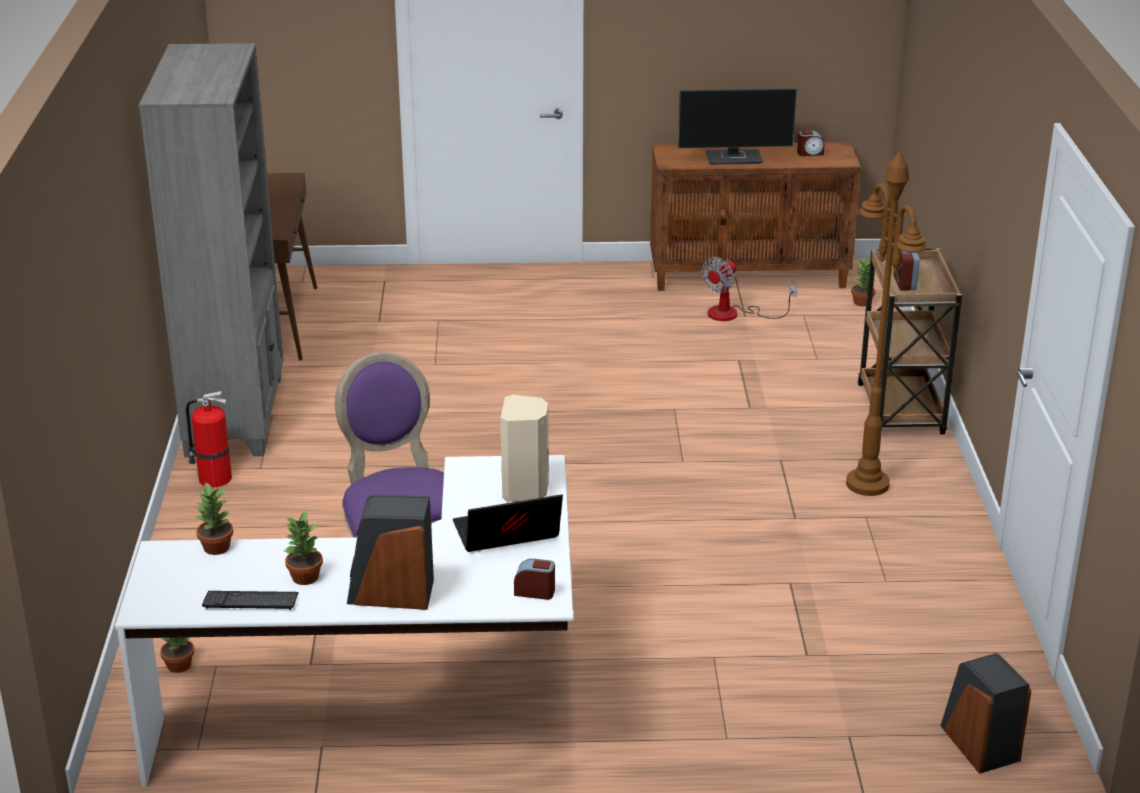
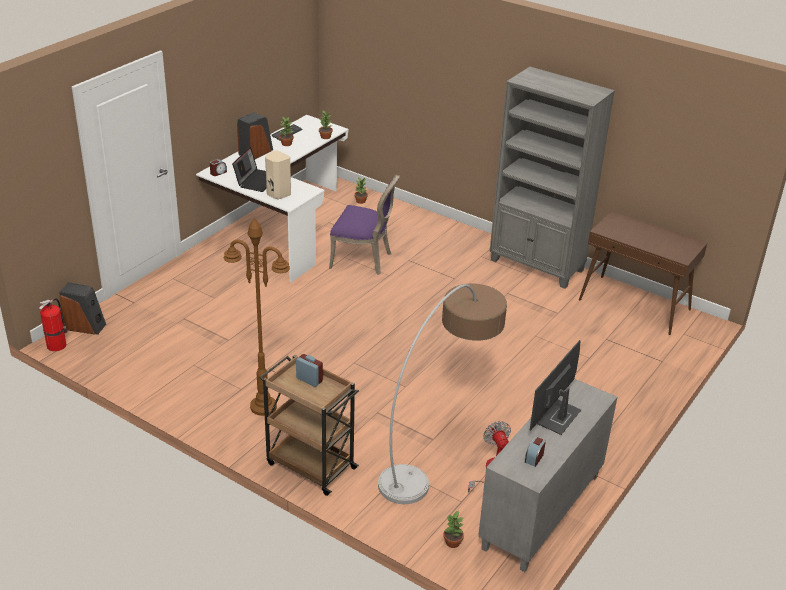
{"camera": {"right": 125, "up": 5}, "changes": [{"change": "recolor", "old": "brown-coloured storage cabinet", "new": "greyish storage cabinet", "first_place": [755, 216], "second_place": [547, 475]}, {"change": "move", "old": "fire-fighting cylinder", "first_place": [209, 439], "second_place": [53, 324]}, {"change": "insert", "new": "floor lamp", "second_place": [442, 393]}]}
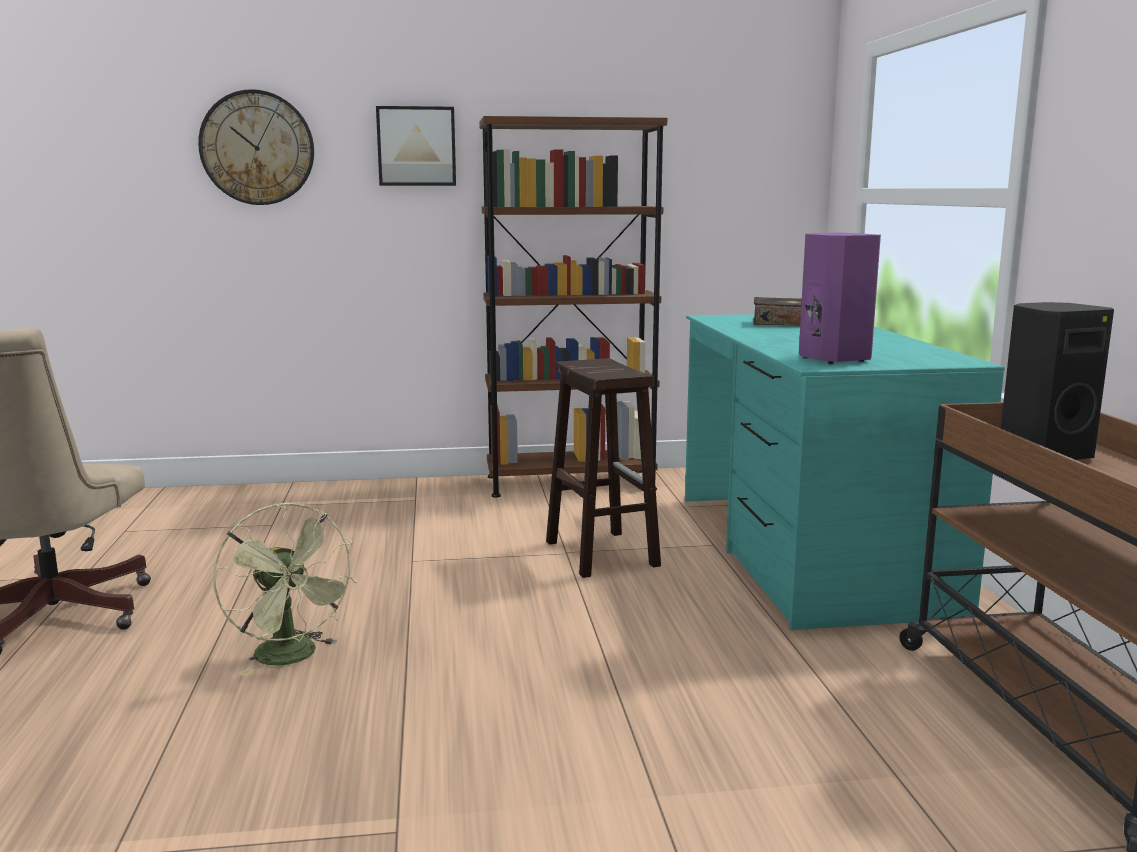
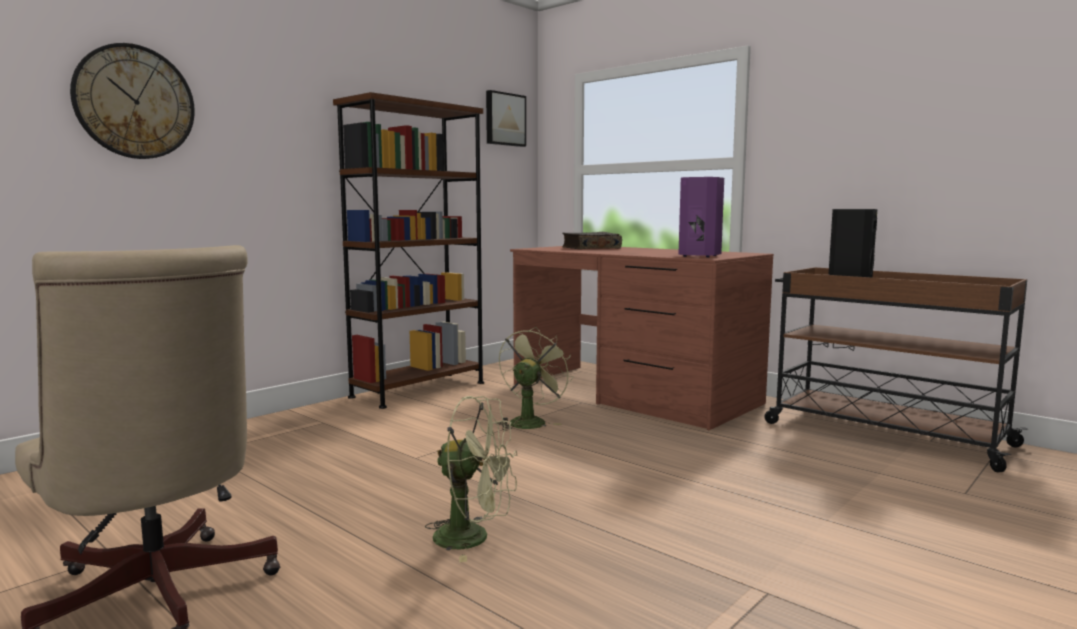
{"camera": {"right": -40, "up": -5}, "changes": [{"change": "move", "old": "wall picture", "first_place": [416, 146], "second_place": [506, 118]}, {"change": "recolor", "old": "turquoise-coloured desk table", "new": "brown-coloured desk table", "first_place": [845, 472], "second_place": [642, 338]}, {"change": "replace", "old": "brown-coloured sitting stool", "new": "green electric fan", "first_place": [603, 468], "second_place": [535, 378]}]}
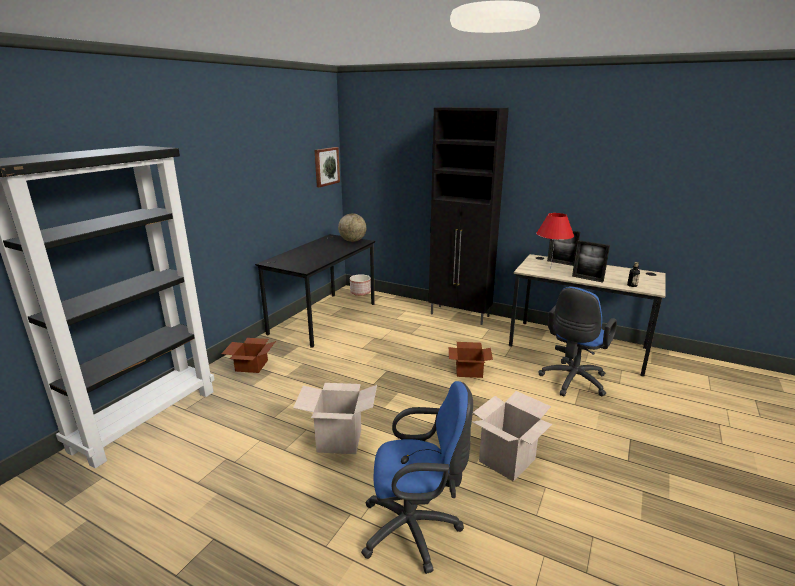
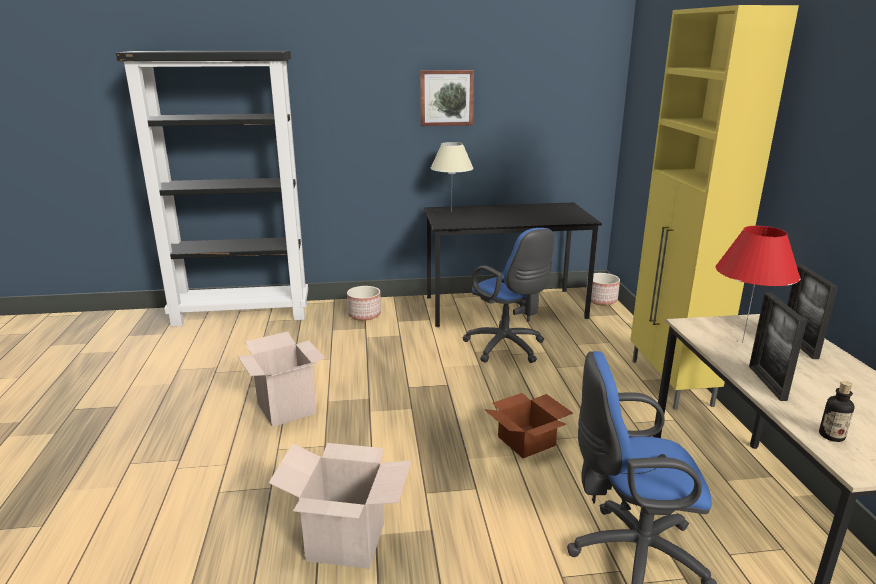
{"camera": {"right": 55, "up": 0}, "changes": [{"change": "recolor", "old": "black storage cabinet", "new": "yellowish storage cabinet", "first_place": [469, 216], "second_place": [714, 207]}, {"change": "move", "old": "wall picture", "first_place": [327, 167], "second_place": [447, 98]}, {"change": "delete", "old": "world globe", "first_place": [352, 227]}, {"change": "replace", "old": "carton", "new": "planter", "first_place": [248, 355], "second_place": [364, 303]}, {"change": "move", "old": "bluish office chair", "first_place": [417, 477], "second_place": [508, 295]}, {"change": "insert", "new": "beige tabletop lamp", "second_place": [452, 176]}]}
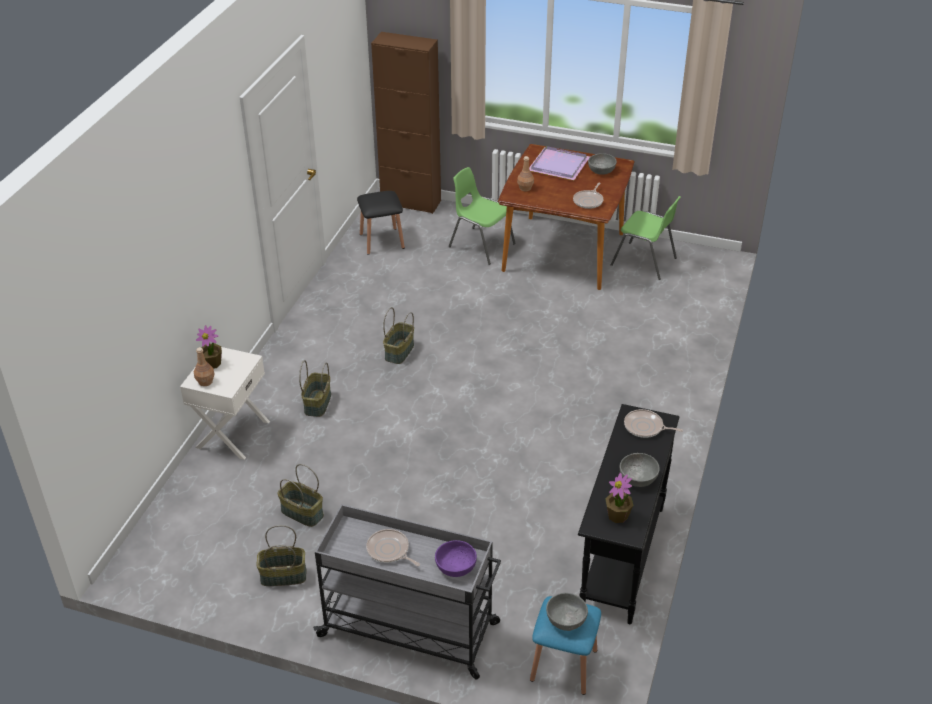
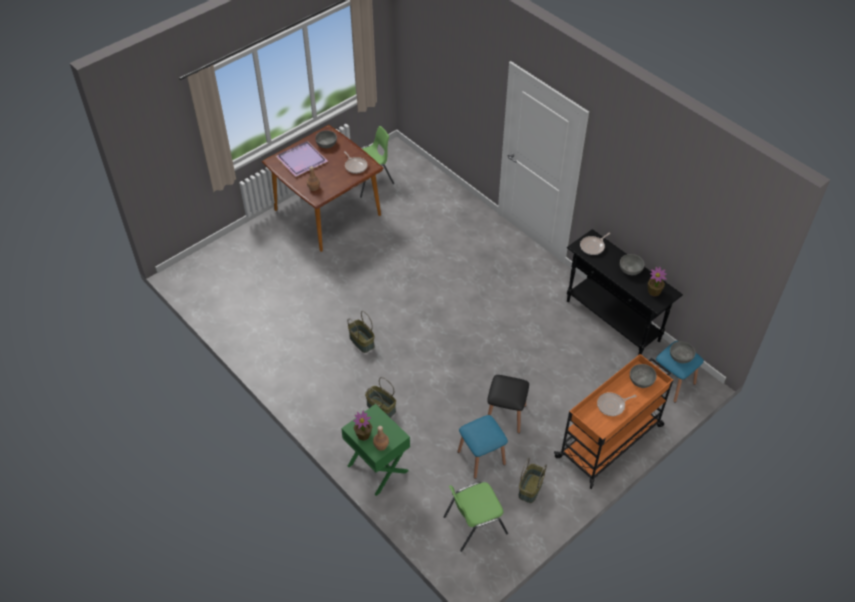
{"camera": {"right": -60, "up": 10}, "changes": [{"change": "delete", "old": "brown-coloured storage cabinet", "first_place": [406, 123]}, {"change": "move", "old": "green chair", "first_place": [482, 216], "second_place": [476, 517]}, {"change": "move", "old": "black sitting stool", "first_place": [381, 223], "second_place": [508, 404]}, {"change": "recolor", "old": "white nightstand", "new": "green nightstand", "first_place": [225, 403], "second_place": [375, 450]}, {"change": "replace", "old": "storage basket", "new": "bluish sitting stool", "first_place": [300, 495], "second_place": [482, 447]}, {"change": "recolor", "old": "greyish wheeled cart", "new": "orange wheeled cart", "first_place": [407, 592], "second_place": [613, 421]}, {"change": "recolor", "old": "purple deep dish", "new": "greyish deep dish", "first_place": [456, 558], "second_place": [643, 376]}]}
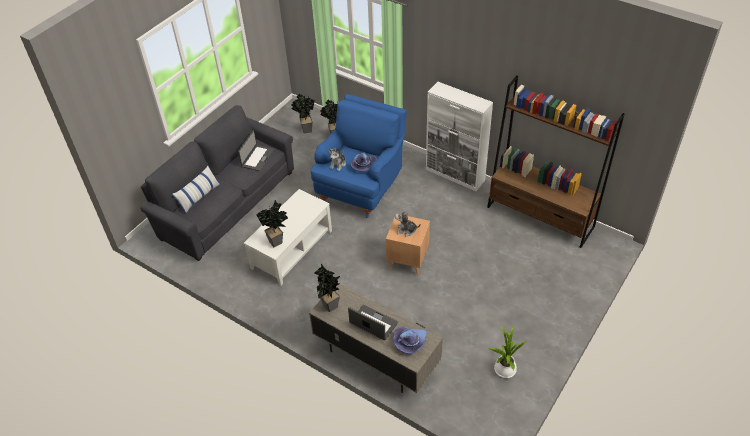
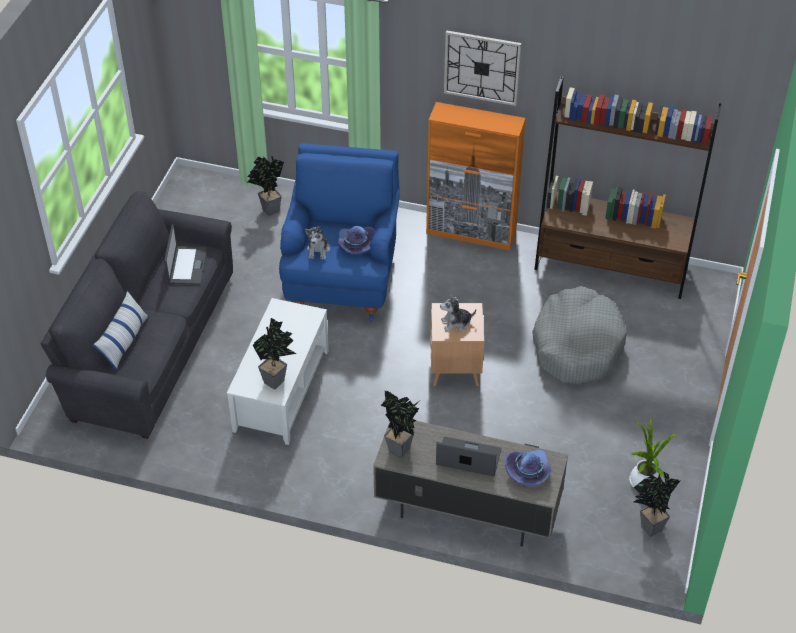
{"camera": {"right": -20, "up": 0}, "changes": [{"change": "recolor", "old": "white storage cabinet", "new": "orange storage cabinet", "first_place": [459, 136], "second_place": [476, 176]}, {"change": "move", "old": "potted plant", "first_place": [303, 113], "second_place": [657, 504]}, {"change": "insert", "new": "wall clock", "second_place": [482, 68]}, {"change": "insert", "new": "greyish dog cushion", "second_place": [579, 335]}]}
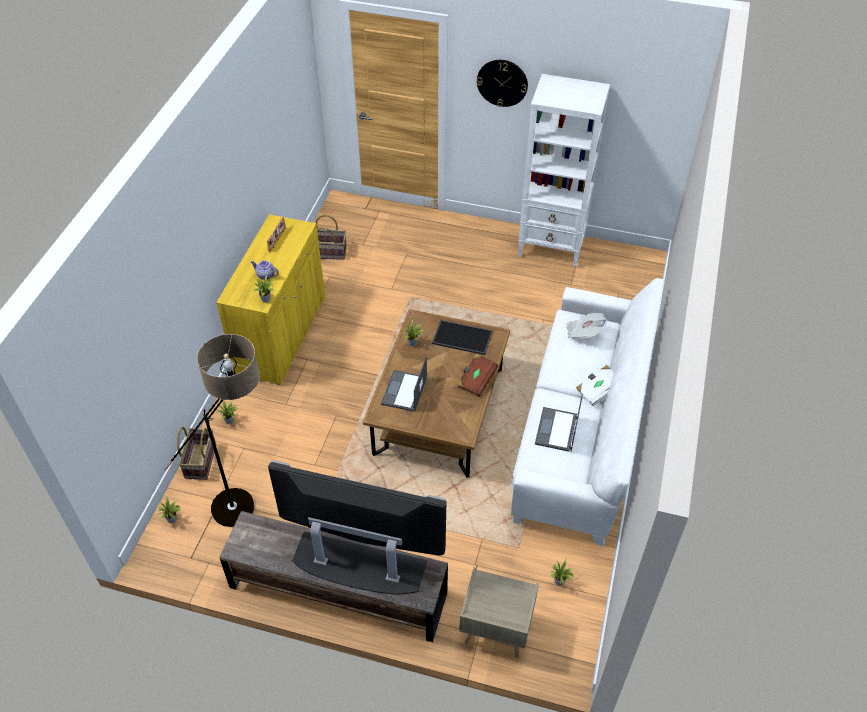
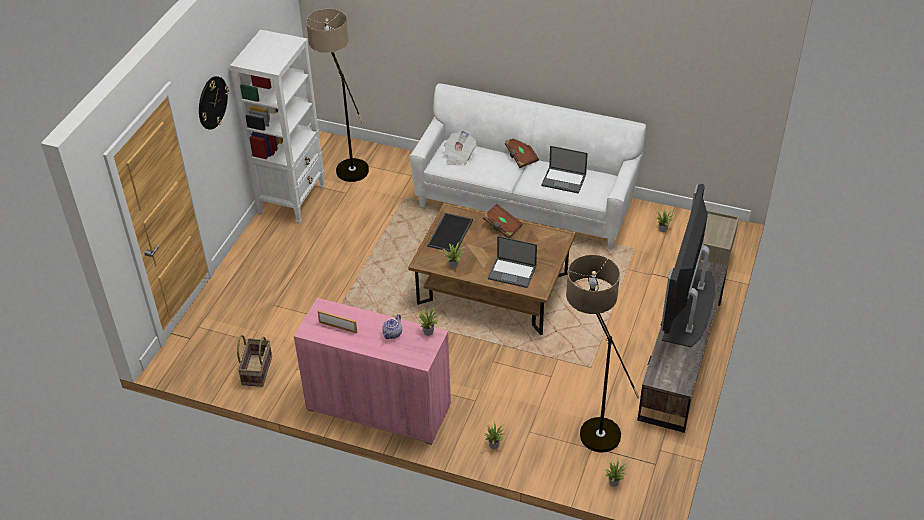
{"camera": {"right": -85, "up": -5}, "changes": [{"change": "recolor", "old": "yellowish storage cabinet", "new": "pink storage cabinet", "first_place": [270, 299], "second_place": [372, 371]}, {"change": "recolor", "old": "white volume", "new": "brown-coloured volume", "first_place": [595, 385], "second_place": [522, 153]}, {"change": "delete", "old": "storage basket", "first_place": [196, 453]}, {"change": "insert", "new": "floor lamp", "second_place": [337, 95]}]}
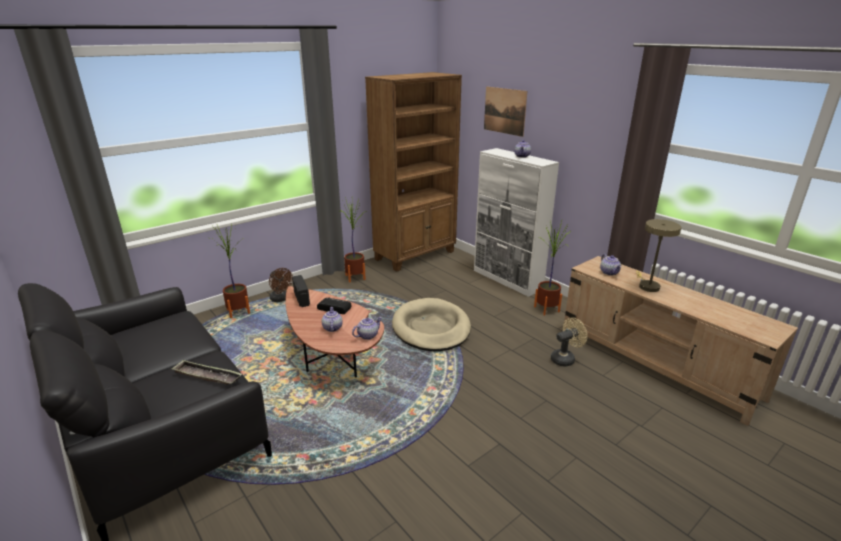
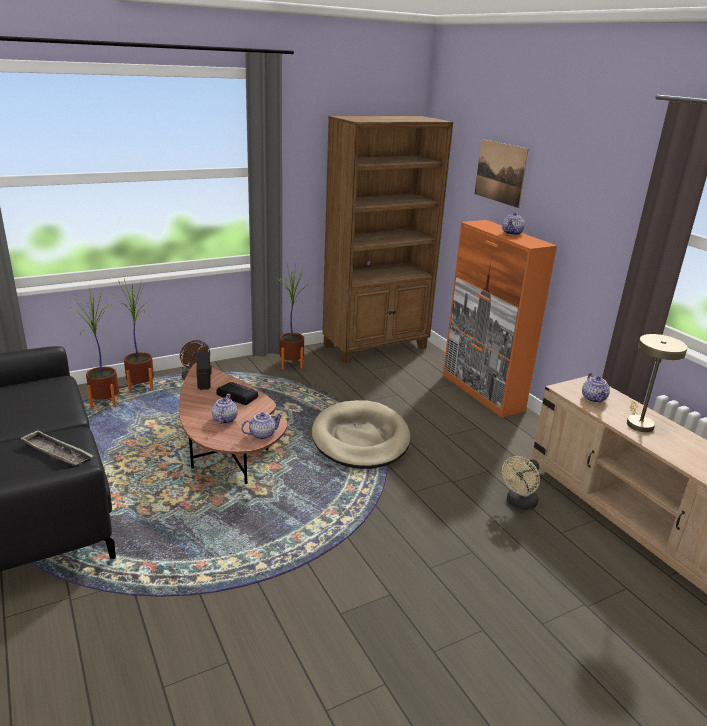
{"camera": {"right": 10, "up": 0}, "changes": [{"change": "recolor", "old": "white storage cabinet", "new": "orange storage cabinet", "first_place": [516, 222], "second_place": [500, 318]}, {"change": "move", "old": "potted plant", "first_place": [552, 267], "second_place": [95, 347]}, {"change": "rotate", "old": "beige electric fan", "first_place": [569, 342], "second_place": [521, 483], "degrees": 150}]}
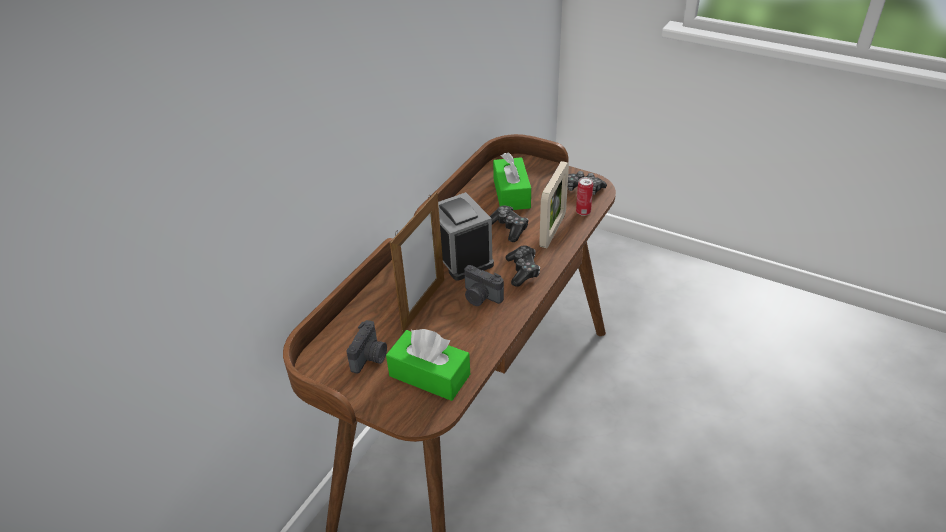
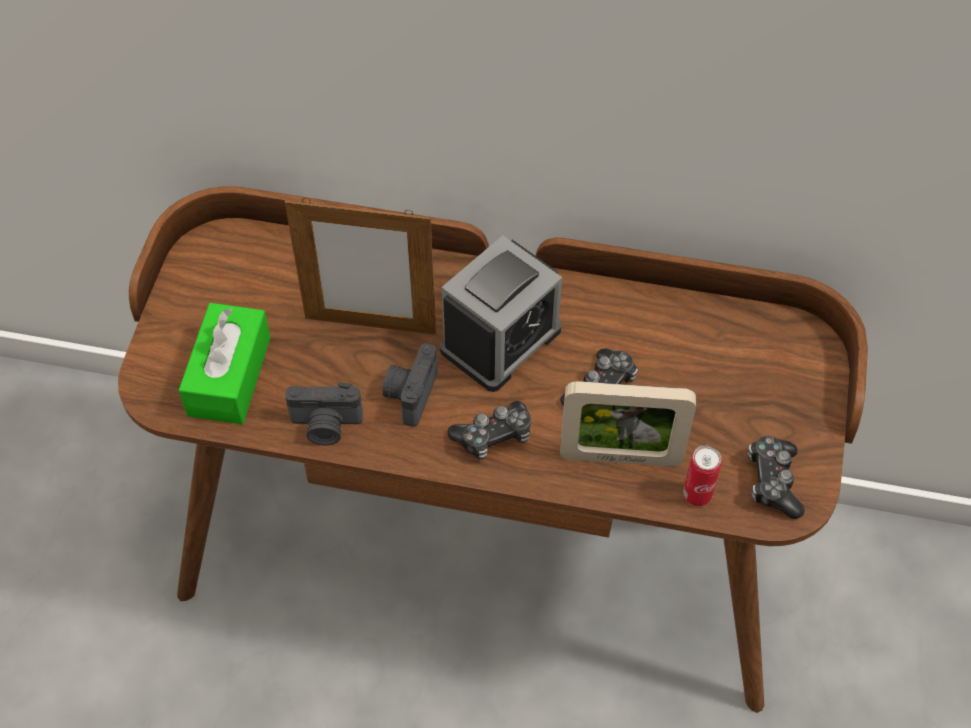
{"camera": {"right": 70, "up": 15}, "changes": [{"change": "delete", "old": "green box of tissues", "first_place": [512, 181]}, {"change": "move", "old": "still camera", "first_place": [366, 346], "second_place": [324, 413]}]}
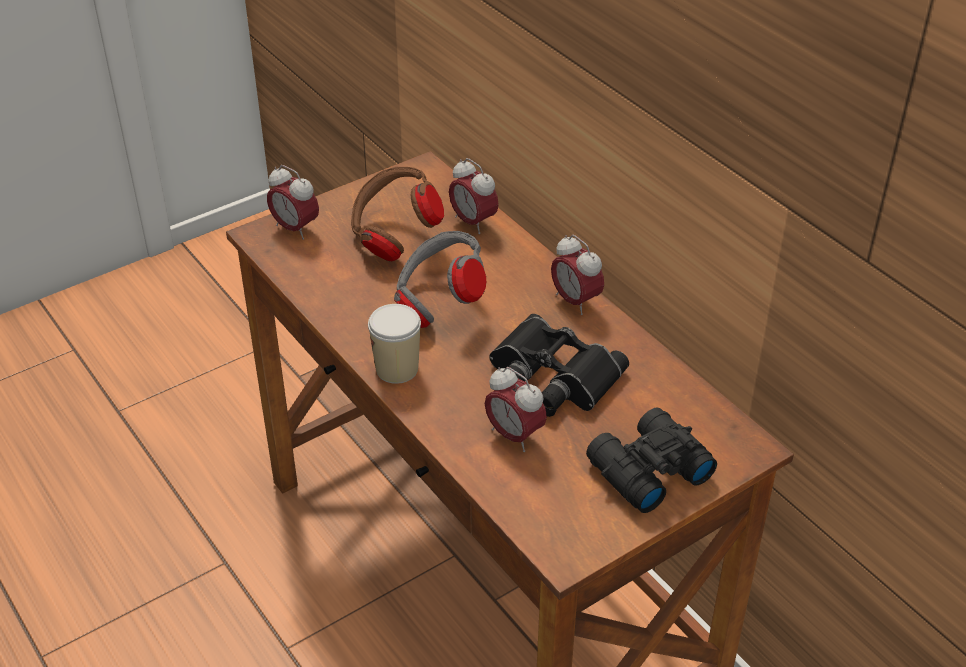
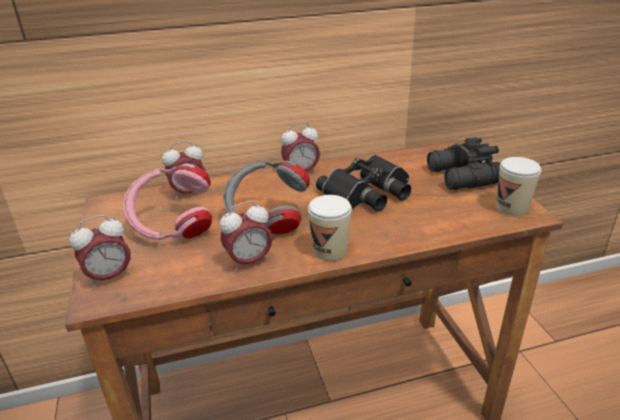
{"camera": {"right": -70, "up": -10}, "changes": [{"change": "recolor", "old": "brown-coloured headset", "new": "pink headset", "first_place": [397, 214], "second_place": [168, 202]}, {"change": "move", "old": "alarm clock", "first_place": [516, 409], "second_place": [246, 236]}, {"change": "insert", "new": "small cup", "second_place": [518, 186]}]}
